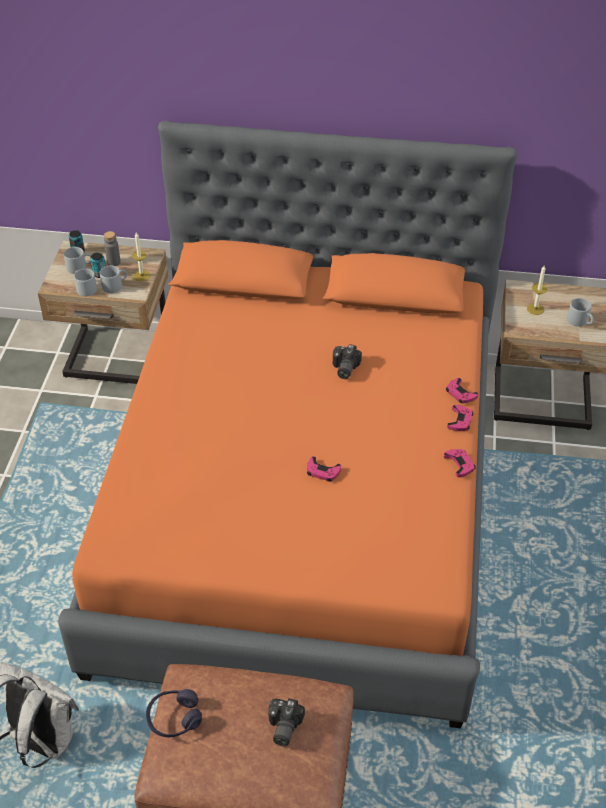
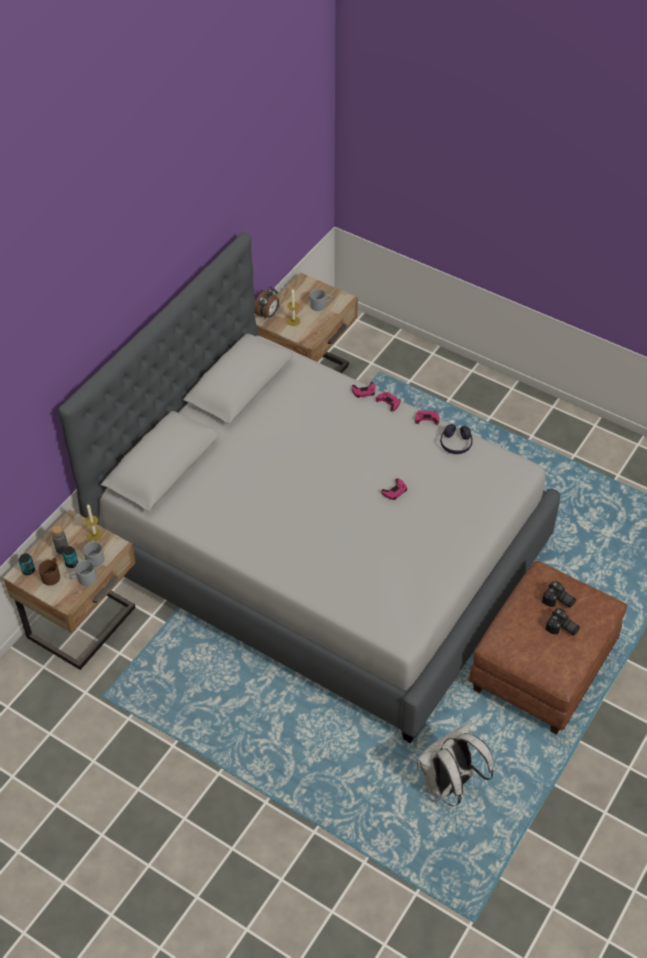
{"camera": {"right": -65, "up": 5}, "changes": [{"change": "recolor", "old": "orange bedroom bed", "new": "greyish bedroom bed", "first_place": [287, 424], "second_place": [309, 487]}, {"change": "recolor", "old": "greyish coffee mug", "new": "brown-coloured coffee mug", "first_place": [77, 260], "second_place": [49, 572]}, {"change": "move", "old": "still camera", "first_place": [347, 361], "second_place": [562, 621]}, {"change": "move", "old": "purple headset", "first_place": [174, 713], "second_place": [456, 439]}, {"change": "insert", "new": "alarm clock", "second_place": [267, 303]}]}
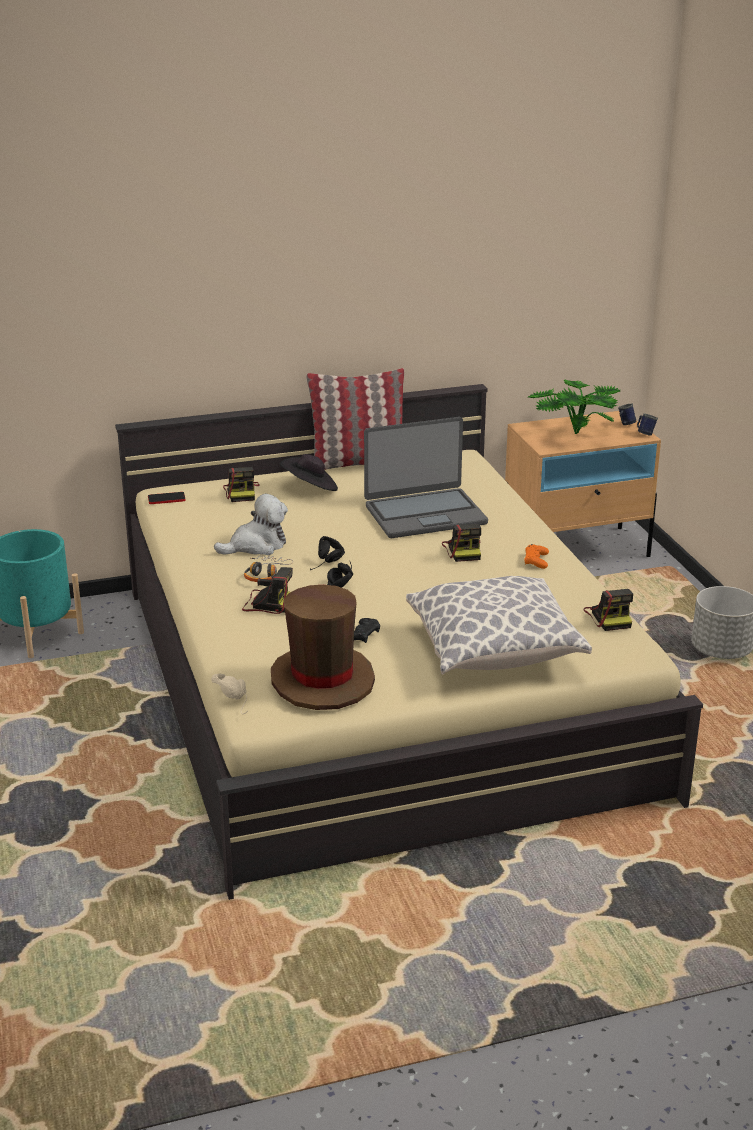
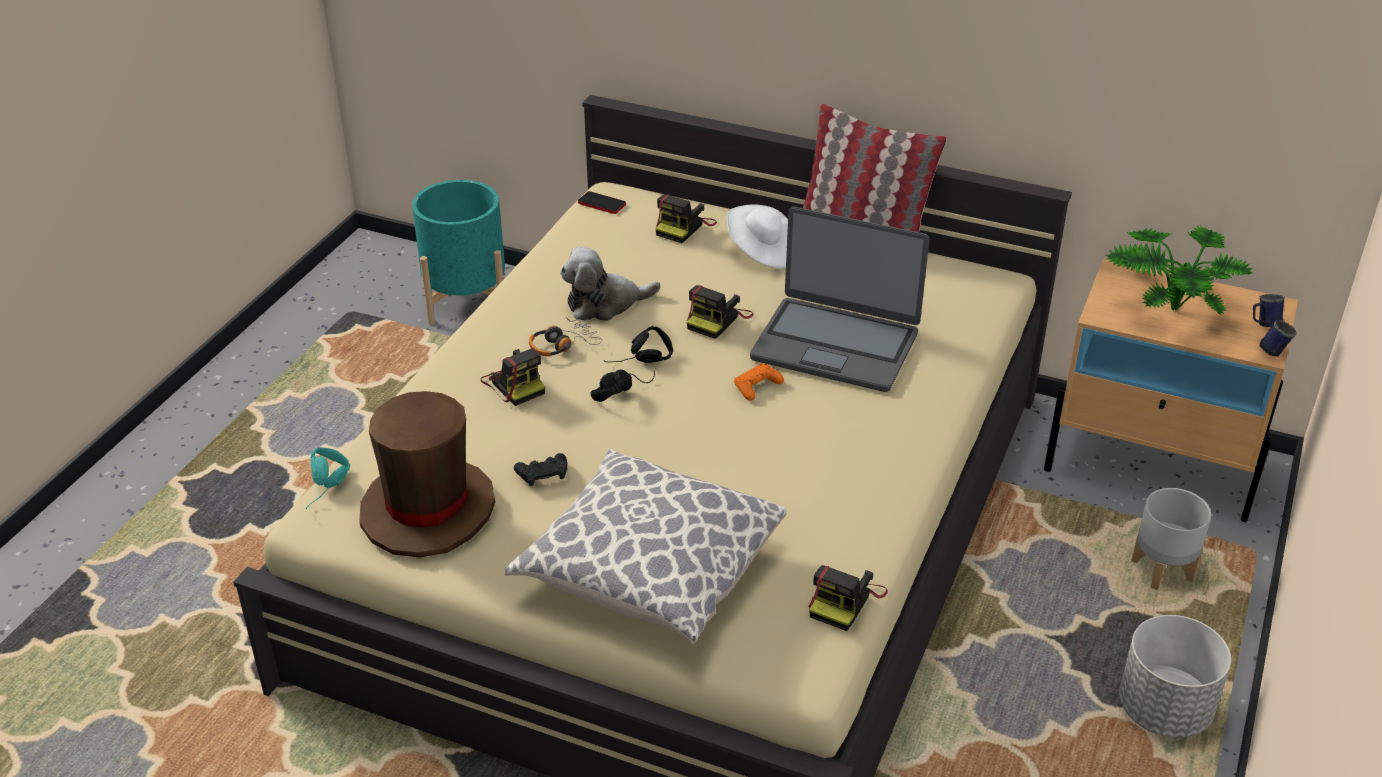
{"camera": {"right": 40, "up": 10}, "changes": [{"change": "recolor", "old": "black wearable hat", "new": "white wearable hat", "first_place": [309, 472], "second_place": [757, 236]}, {"change": "rotate", "old": "plush toy", "first_place": [251, 524], "second_place": [610, 284], "degrees": 150}, {"change": "move", "old": "still camera", "first_place": [461, 543], "second_place": [720, 312]}, {"change": "move", "old": "orange gamepad", "first_place": [536, 556], "second_place": [759, 382]}, {"change": "recolor", "old": "beige headset", "new": "turquoise-coloured headset", "first_place": [229, 694], "second_place": [328, 478]}, {"change": "insert", "new": "greyish planter", "second_place": [1171, 539]}]}
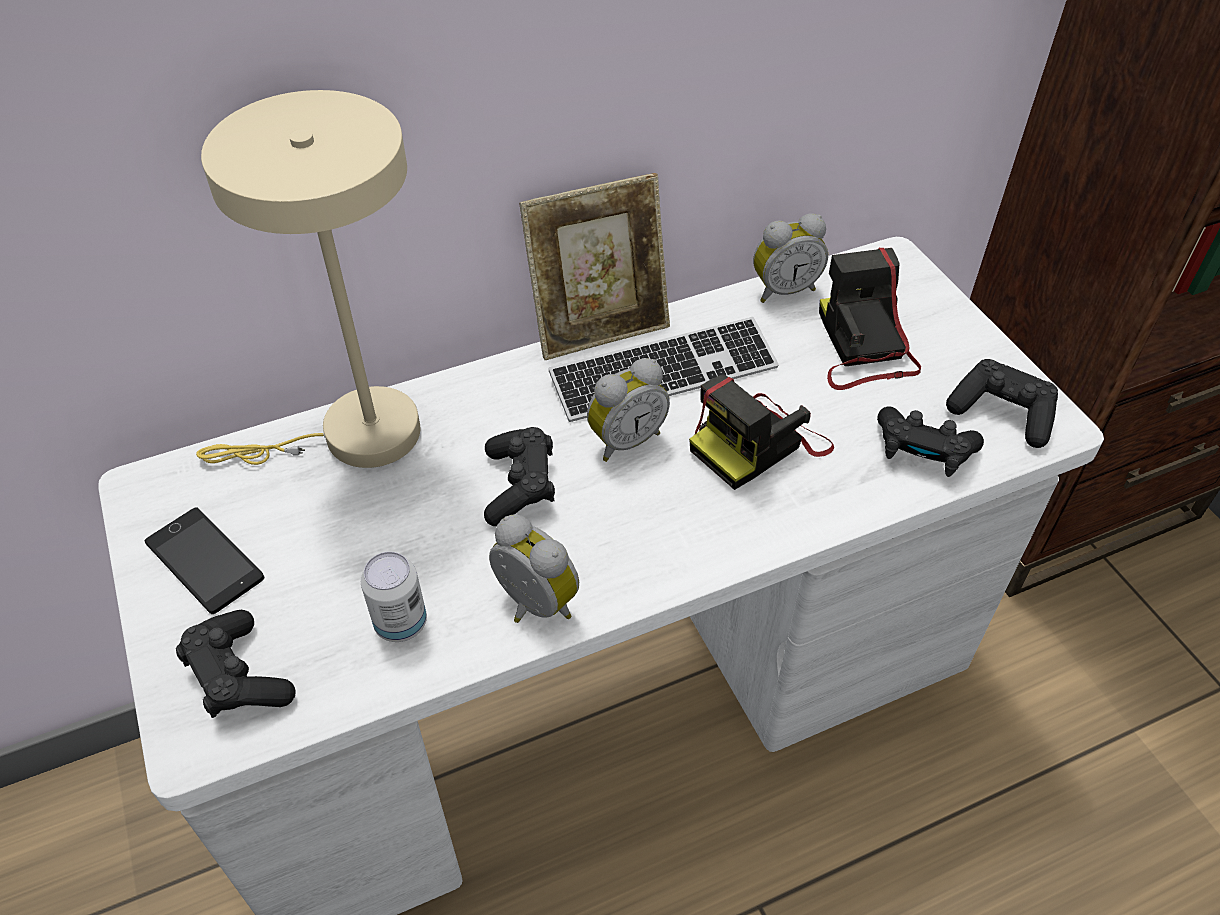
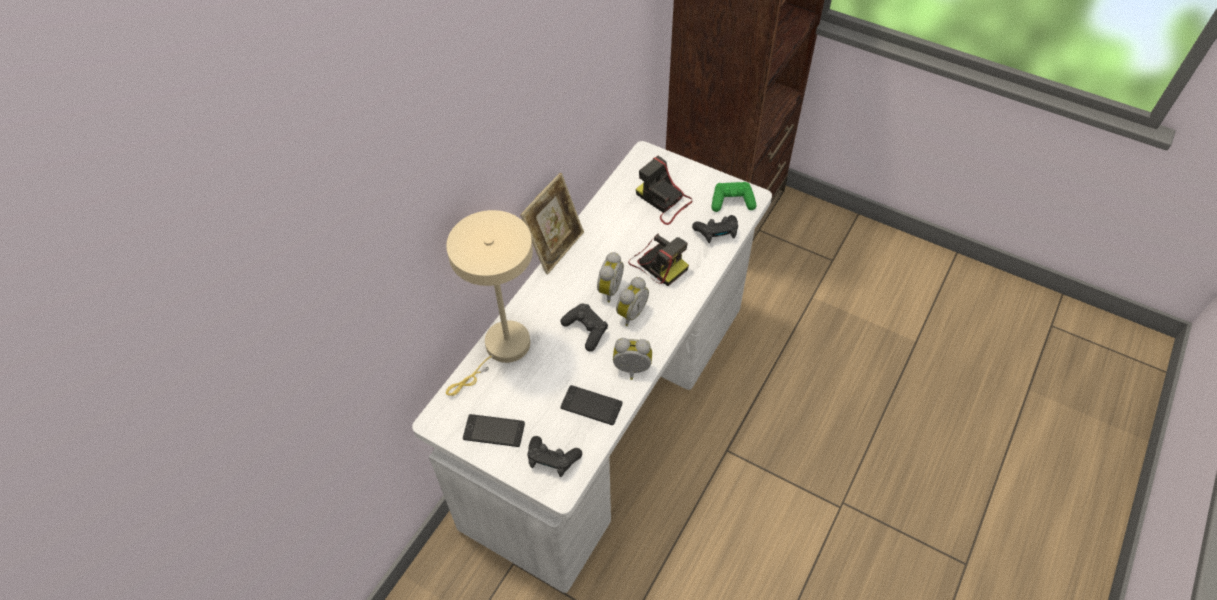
{"camera": {"right": -35, "up": 5}, "changes": [{"change": "move", "old": "alarm clock", "first_place": [790, 258], "second_place": [632, 301]}, {"change": "delete", "old": "keyboard", "first_place": [664, 369]}, {"change": "recolor", "old": "black gamepad", "new": "green gamepad", "first_place": [1002, 403], "second_place": [733, 197]}, {"change": "rotate", "old": "still camera", "first_place": [761, 432], "second_place": [658, 259], "degrees": -60}, {"change": "replace", "old": "can", "new": "handset", "first_place": [394, 597], "second_place": [591, 405]}]}
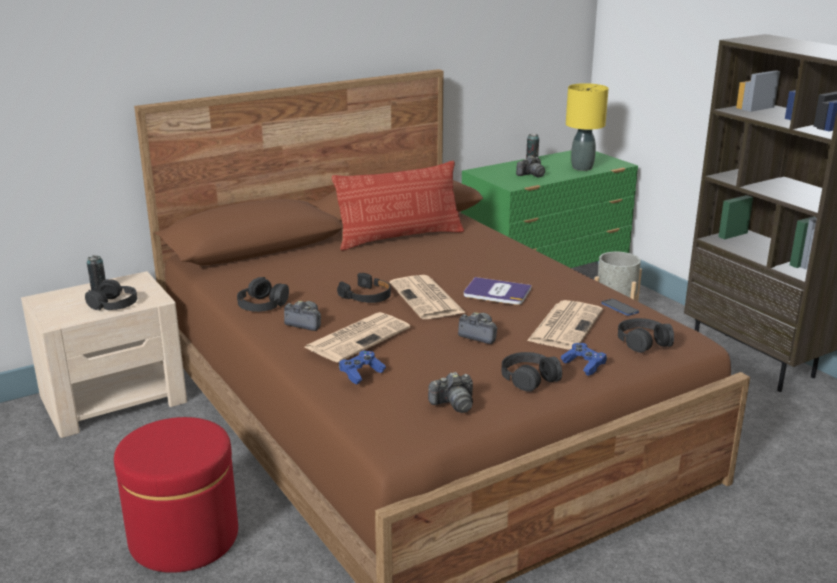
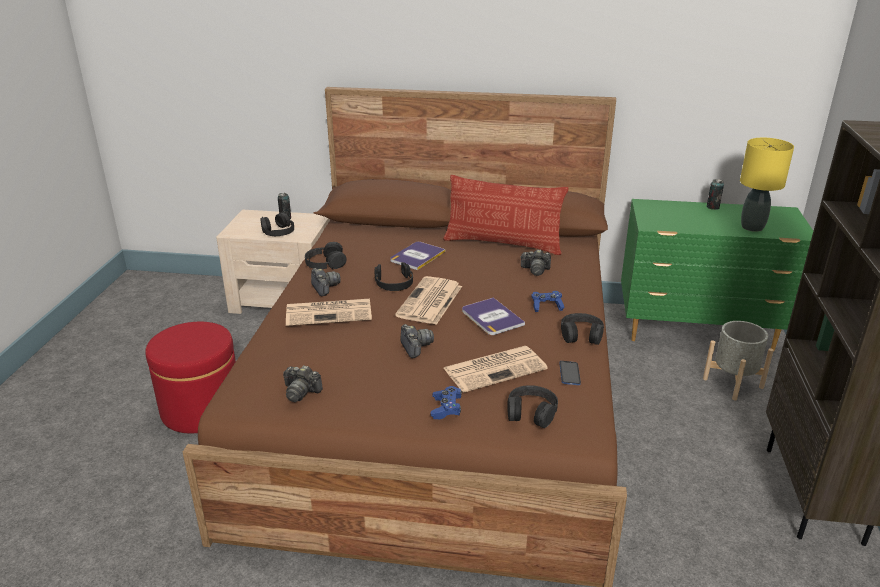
{"camera": {"right": 40, "up": 5}, "changes": [{"change": "move", "old": "still camera", "first_place": [530, 167], "second_place": [535, 262]}, {"change": "move", "old": "bluish gamepad", "first_place": [362, 367], "second_place": [548, 301]}, {"change": "move", "old": "black headset", "first_place": [532, 372], "second_place": [582, 329]}, {"change": "insert", "new": "volume", "second_place": [418, 256]}]}
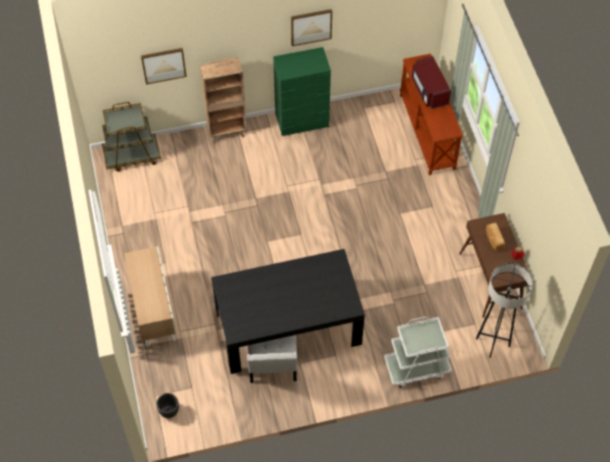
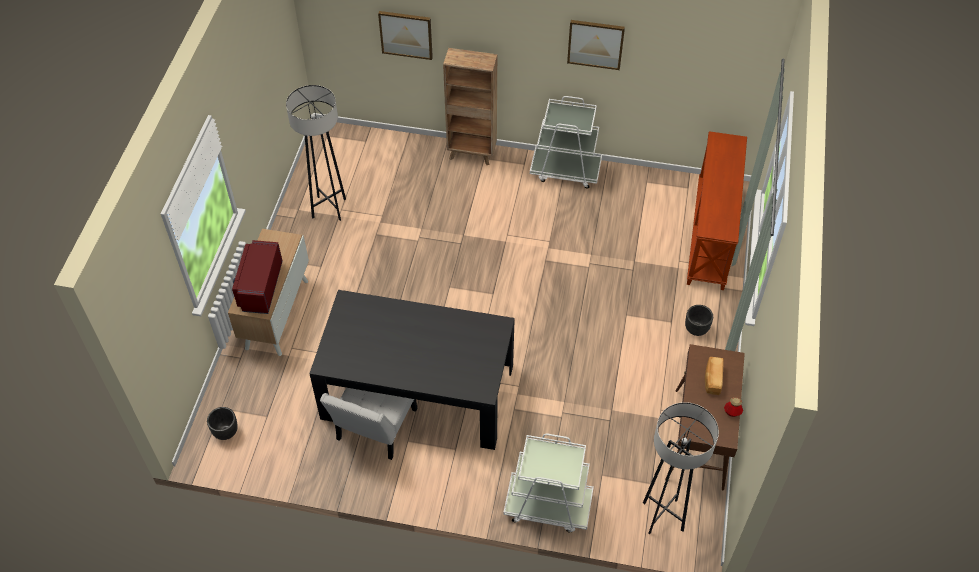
{"camera": {"right": 25, "up": -5}, "changes": [{"change": "replace", "old": "green dresser", "new": "white wheeled cart", "first_place": [302, 91], "second_place": [566, 142]}, {"change": "move", "old": "red-coloured microwave oven", "first_place": [431, 82], "second_place": [257, 277]}, {"change": "delete", "old": "brown-coloured wheeled cart", "first_place": [131, 137]}, {"change": "insert", "new": "greyish floor lamp", "second_place": [316, 153]}, {"change": "insert", "new": "black planter", "second_place": [699, 320]}]}
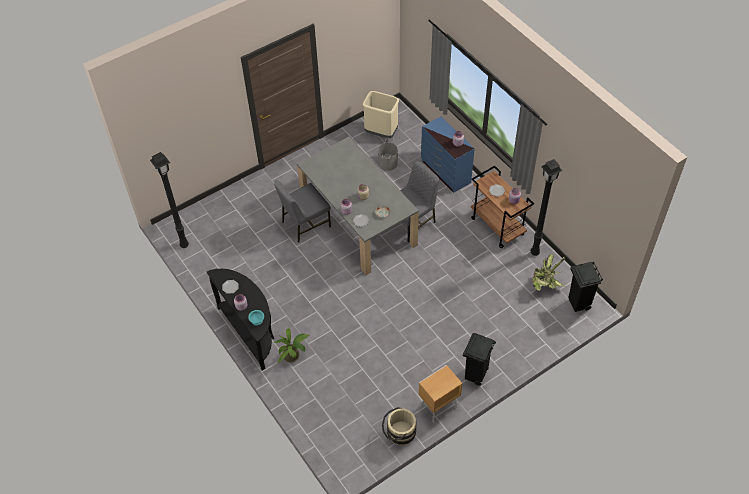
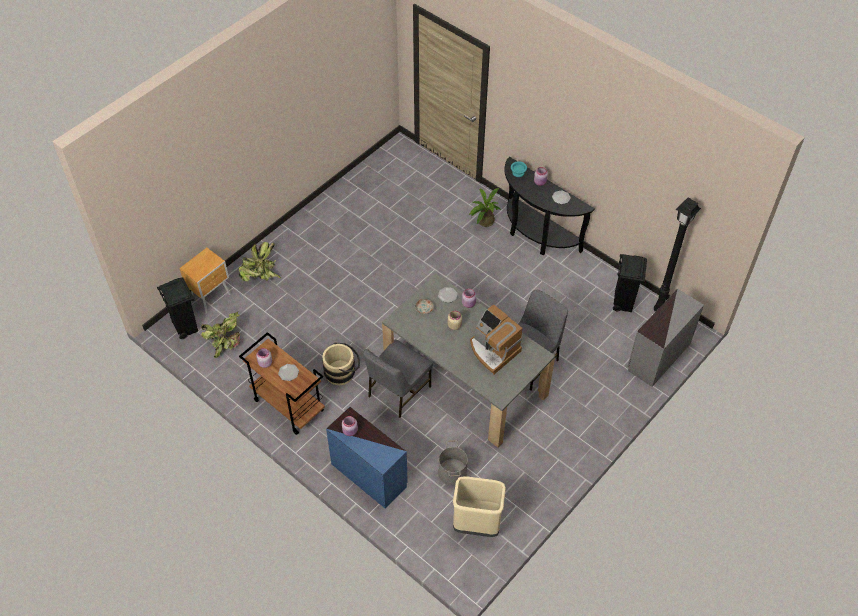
{"camera": {"right": 165, "up": 0}, "changes": [{"change": "delete", "old": "black floor lamp", "first_place": [546, 207]}, {"change": "move", "old": "black trash can", "first_place": [479, 359], "second_place": [630, 283]}, {"change": "move", "old": "brown-coloured nightstand", "first_place": [440, 394], "second_place": [205, 281]}, {"change": "move", "old": "beige bucket", "first_place": [399, 426], "second_place": [341, 364]}, {"change": "insert", "new": "potted plant", "second_place": [260, 262]}, {"change": "insert", "new": "greyish dresser", "second_place": [666, 337]}, {"change": "insert", "new": "coffee maker", "second_place": [496, 339]}]}
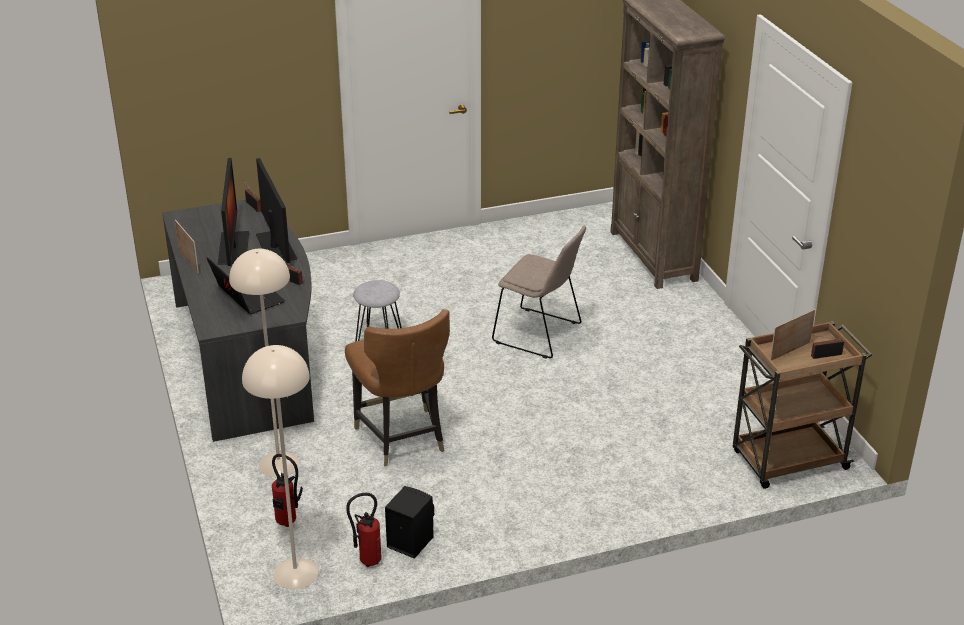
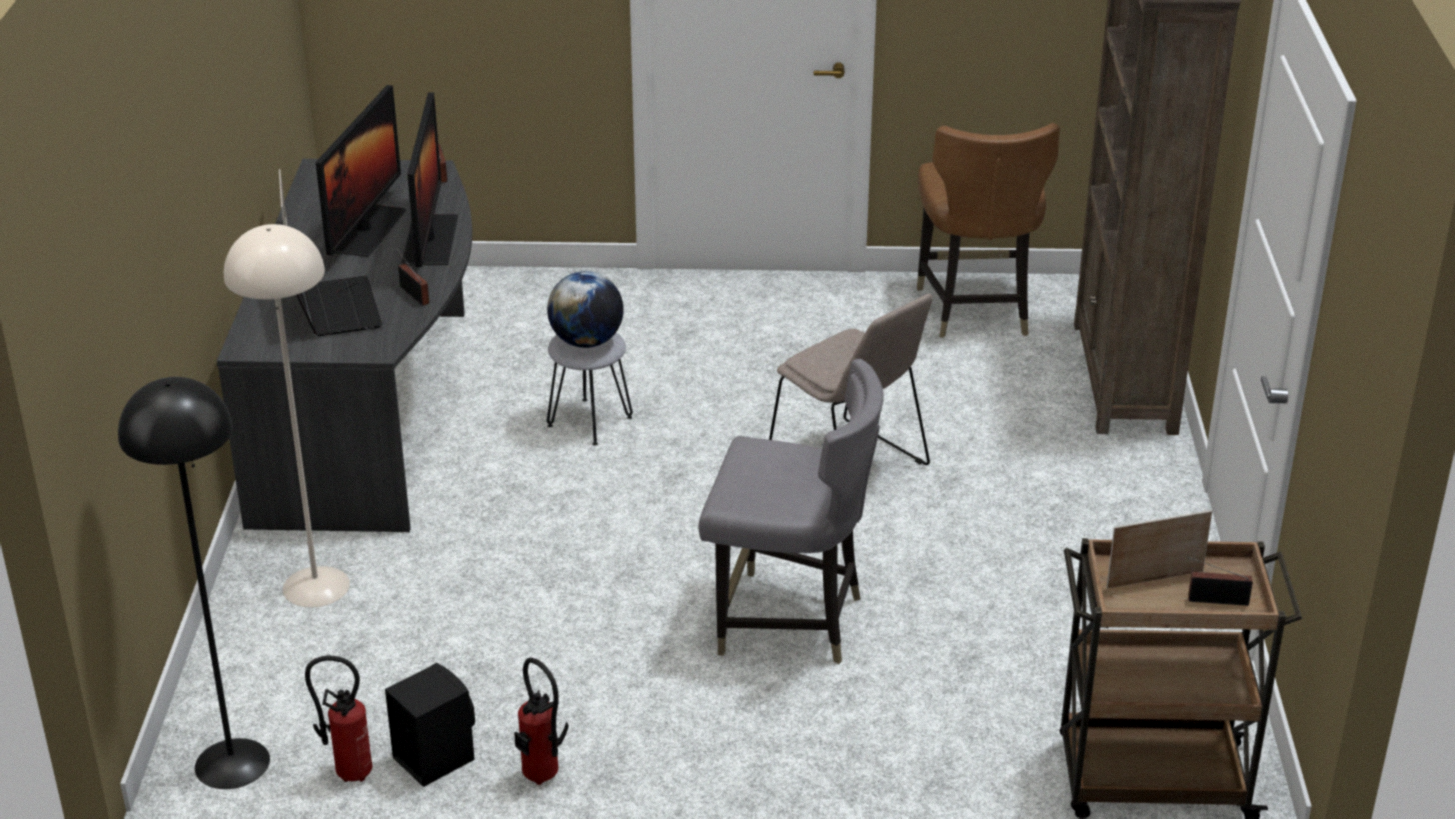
{"camera": {"right": 20, "up": 0}, "changes": [{"change": "move", "old": "brown-coloured chair", "first_place": [397, 387], "second_place": [988, 230]}, {"change": "recolor", "old": "beige floor lamp", "new": "black floor lamp", "first_place": [280, 467], "second_place": [194, 583]}, {"change": "move", "old": "fire-fighting cylinder", "first_place": [287, 490], "second_place": [541, 721]}, {"change": "insert", "new": "world globe", "second_place": [585, 309]}, {"change": "insert", "new": "greyish chair", "second_place": [791, 511]}]}
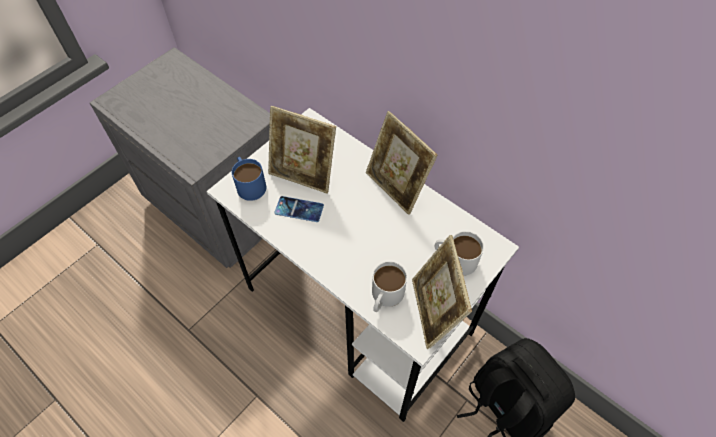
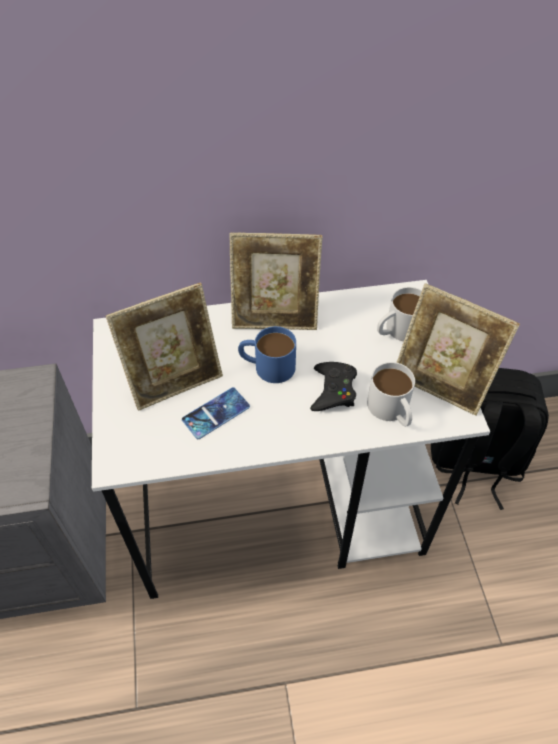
{"camera": {"right": -50, "up": -5}, "changes": [{"change": "move", "old": "bluish coffee mug", "first_place": [249, 179], "second_place": [267, 354]}, {"change": "insert", "new": "black gamepad", "second_place": [333, 386]}]}
